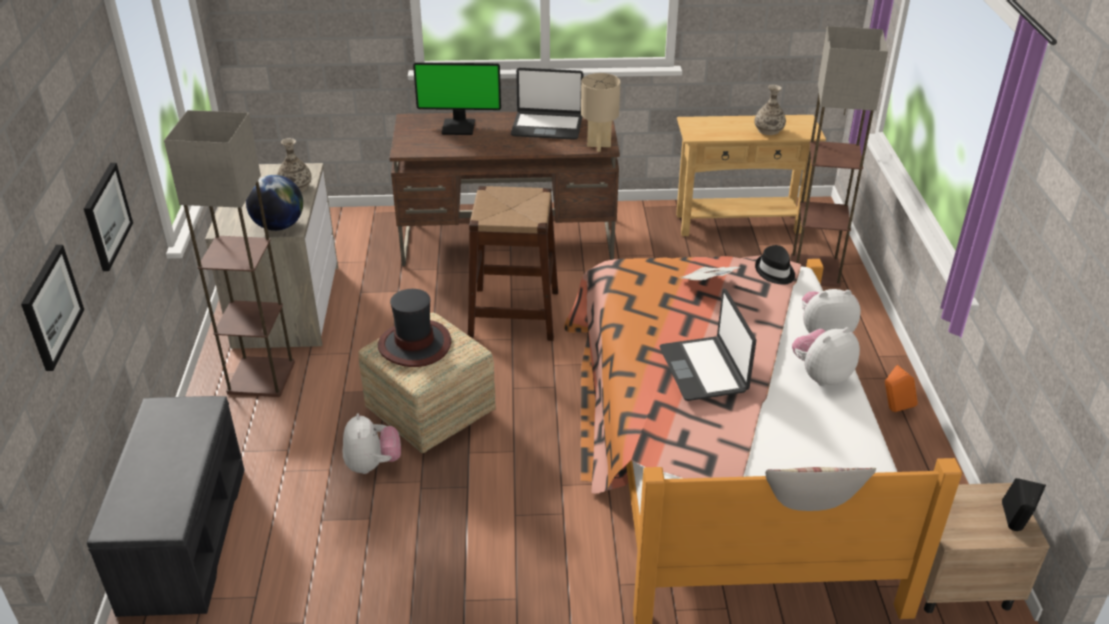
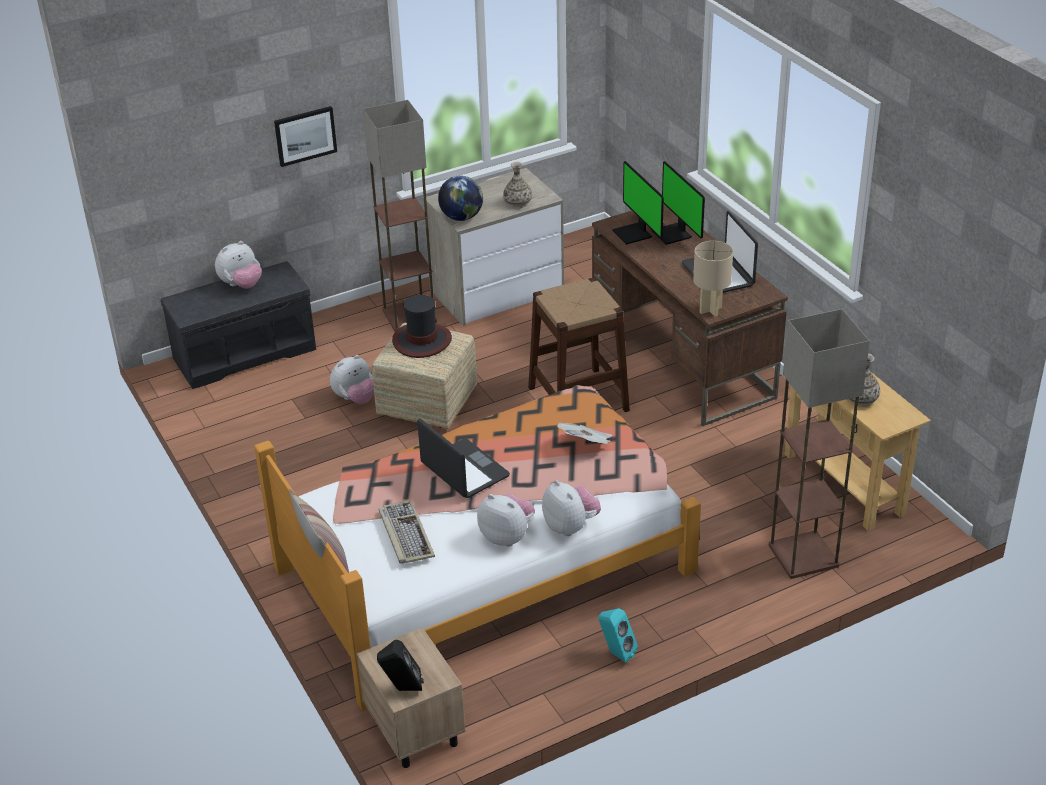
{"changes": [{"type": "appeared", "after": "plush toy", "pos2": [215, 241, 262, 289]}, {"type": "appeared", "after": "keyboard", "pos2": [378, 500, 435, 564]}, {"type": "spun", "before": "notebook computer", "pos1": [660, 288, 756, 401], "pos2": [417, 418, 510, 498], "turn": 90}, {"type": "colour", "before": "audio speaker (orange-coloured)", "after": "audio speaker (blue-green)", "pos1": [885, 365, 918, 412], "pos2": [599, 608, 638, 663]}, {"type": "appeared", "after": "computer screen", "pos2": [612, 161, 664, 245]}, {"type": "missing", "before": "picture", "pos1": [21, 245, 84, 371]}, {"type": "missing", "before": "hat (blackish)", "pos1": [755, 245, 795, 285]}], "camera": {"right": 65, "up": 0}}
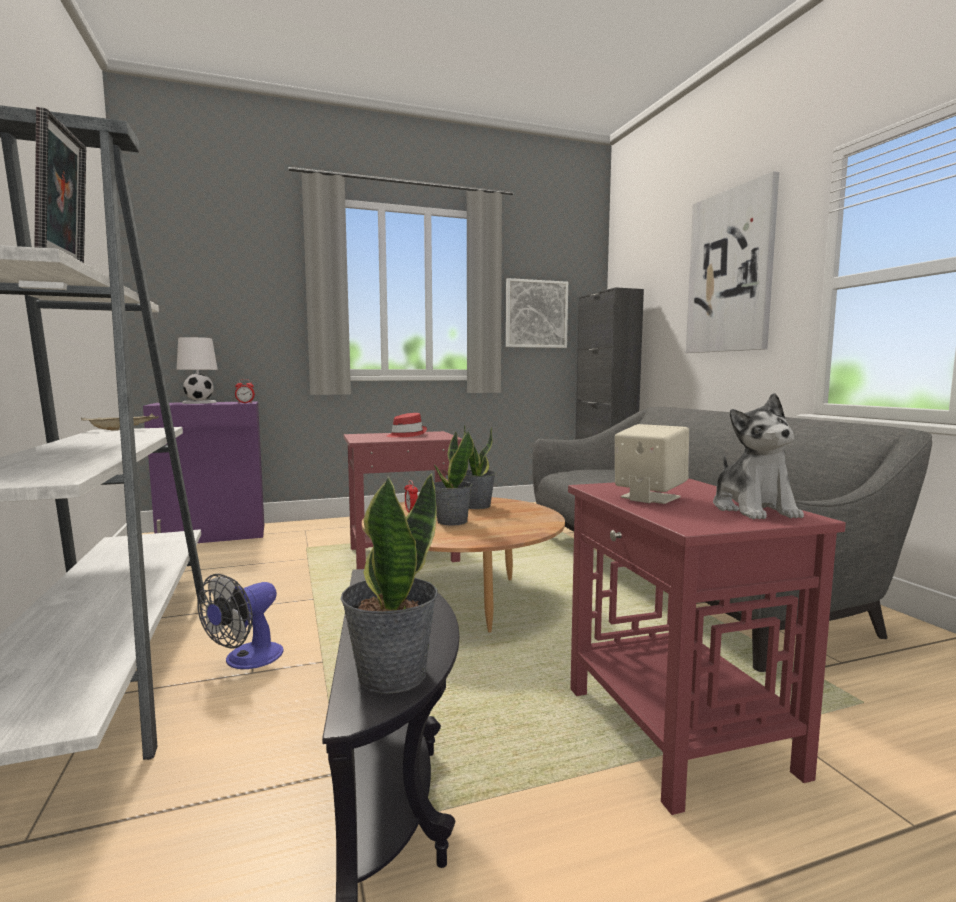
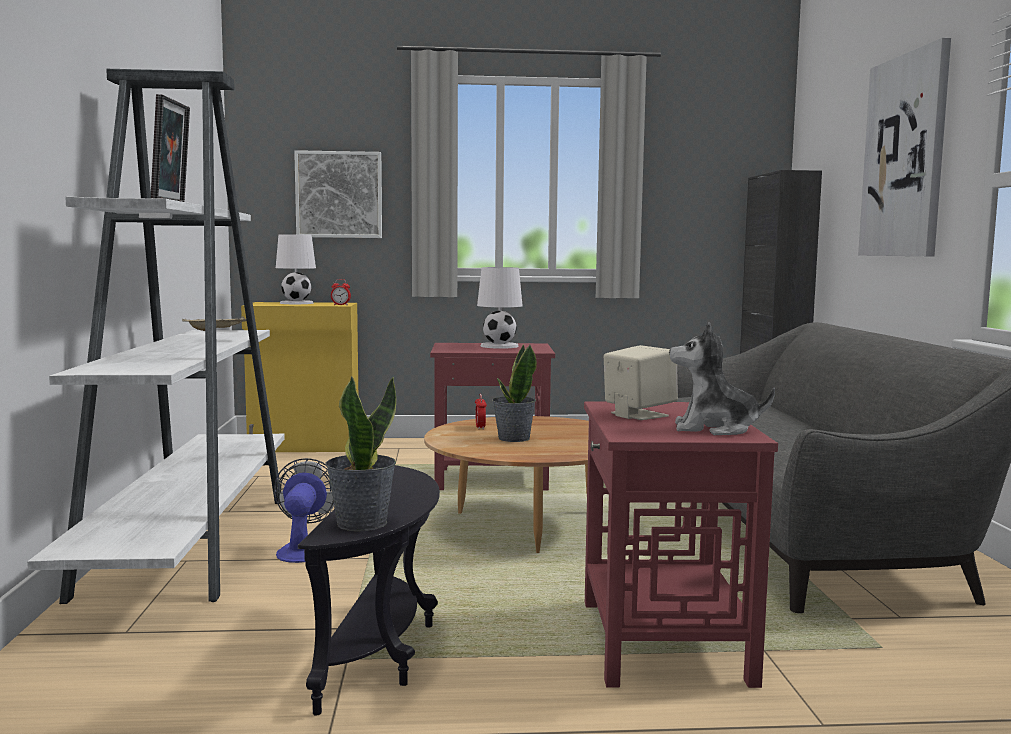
{"changes": [{"type": "colour", "before": "cupboard (purple-coloured)", "after": "cupboard (yellowish)", "pos1": [143, 401, 264, 543], "pos2": [241, 302, 358, 452]}, {"type": "spun", "before": "fan", "pos1": [197, 574, 284, 669], "pos2": [274, 458, 334, 563], "turn": 135}, {"type": "relocated", "before": "picture", "pos1": [506, 278, 568, 348], "pos2": [294, 150, 382, 238]}, {"type": "exchanged", "before": "hat (red)", "after": "tabletop lamp (white)", "pos1": [387, 413, 427, 437], "pos2": [477, 267, 523, 349]}, {"type": "spun", "before": "plush toy", "pos1": [713, 393, 804, 520], "pos2": [669, 322, 775, 435], "turn": 90}, {"type": "missing", "before": "potted plant", "pos1": [462, 424, 496, 509]}], "camera": {"right": 15, "up": 0}}
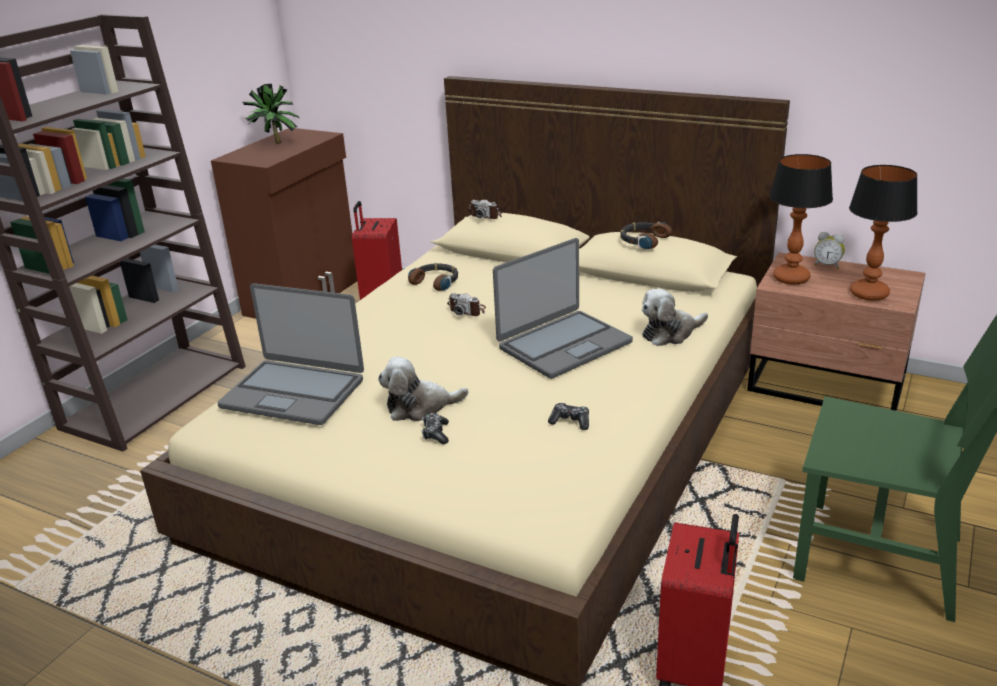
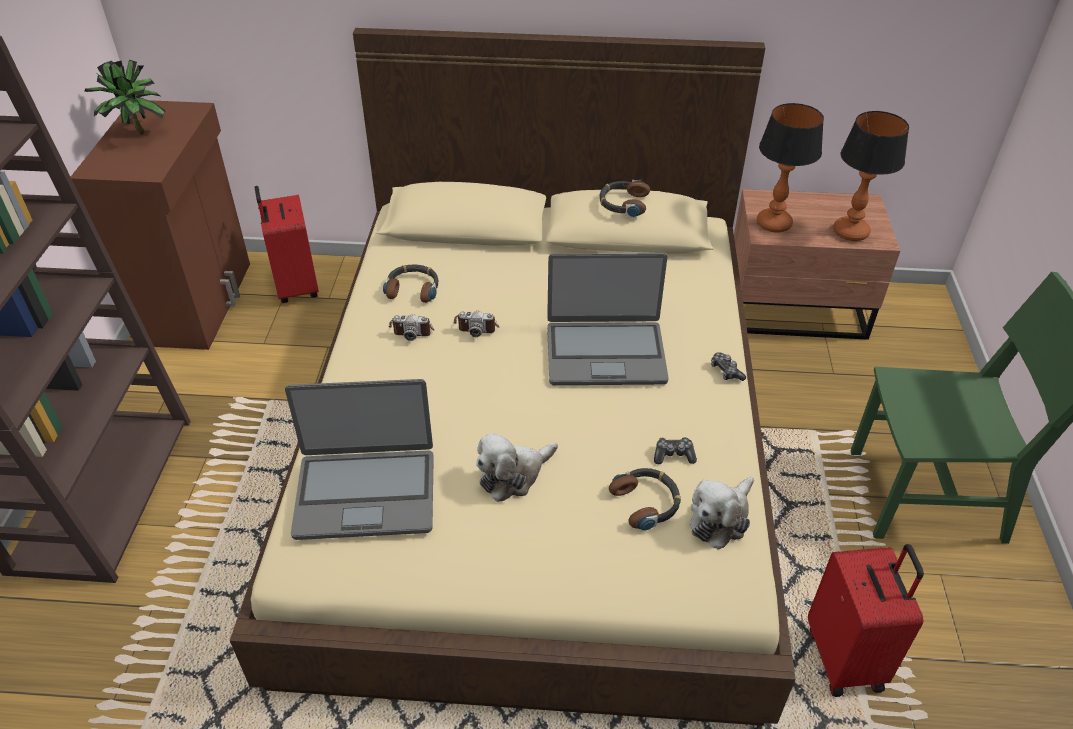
{"changes": [{"type": "relocated", "before": "still camera", "pos1": [468, 200, 502, 219], "pos2": [389, 314, 435, 341]}, {"type": "spun", "before": "notebook computer", "pos1": [493, 238, 633, 379], "pos2": [547, 253, 669, 385], "turn": 60}, {"type": "appeared", "after": "pair of headphones", "pos2": [609, 468, 681, 531]}, {"type": "relocated", "before": "plush toy", "pos1": [642, 289, 708, 346], "pos2": [690, 477, 754, 550]}, {"type": "relocated", "before": "game controller", "pos1": [422, 412, 449, 444], "pos2": [711, 352, 746, 381]}, {"type": "missing", "before": "bedside clock", "pos1": [814, 232, 845, 269]}], "camera": {"right": -25, "up": 15}}
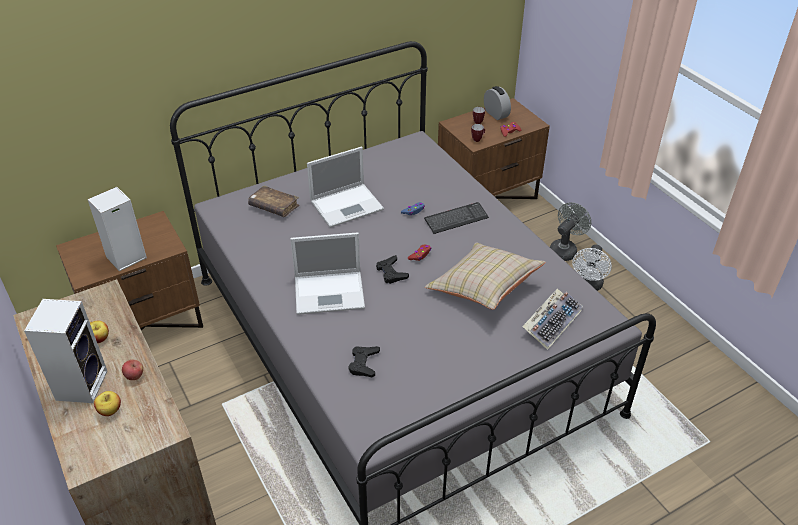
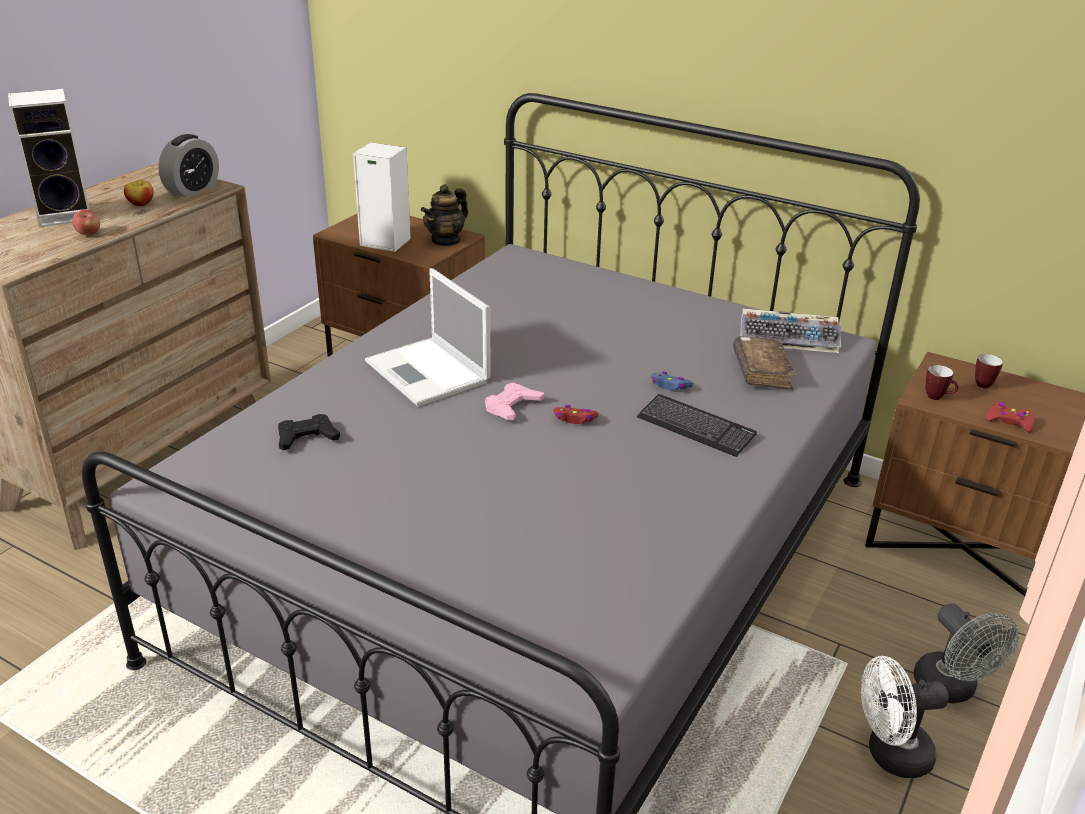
{"changes": [{"type": "relocated", "before": "bedside clock", "pos1": [484, 86, 511, 120], "pos2": [158, 134, 219, 197]}, {"type": "appeared", "after": "tea pot", "pos2": [421, 184, 468, 247]}, {"type": "colour", "before": "game controller (blackish)", "after": "game controller (pinkish)", "pos1": [376, 255, 409, 284], "pos2": [485, 383, 544, 420]}, {"type": "relocated", "before": "volume (brown)", "pos1": [248, 185, 299, 217], "pos2": [733, 336, 797, 390]}, {"type": "relocated", "before": "keyboard", "pos1": [522, 288, 583, 350], "pos2": [740, 309, 841, 353]}, {"type": "spun", "before": "fan (greyish)", "pos1": [550, 202, 591, 261], "pos2": [914, 603, 1019, 703], "turn": 60}, {"type": "missing", "before": "whole apple", "pos1": [94, 391, 121, 416]}, {"type": "missing", "before": "notebook computer", "pos1": [307, 147, 384, 228]}, {"type": "missing", "before": "cushion (sand-coloured)", "pos1": [425, 242, 545, 310]}], "camera": {"right": 60, "up": -10}}
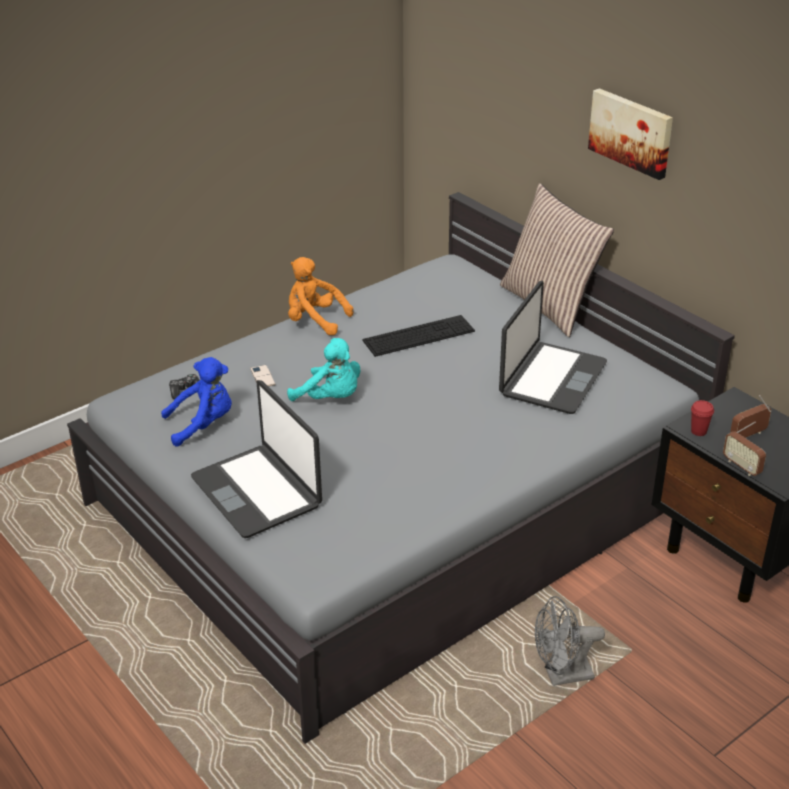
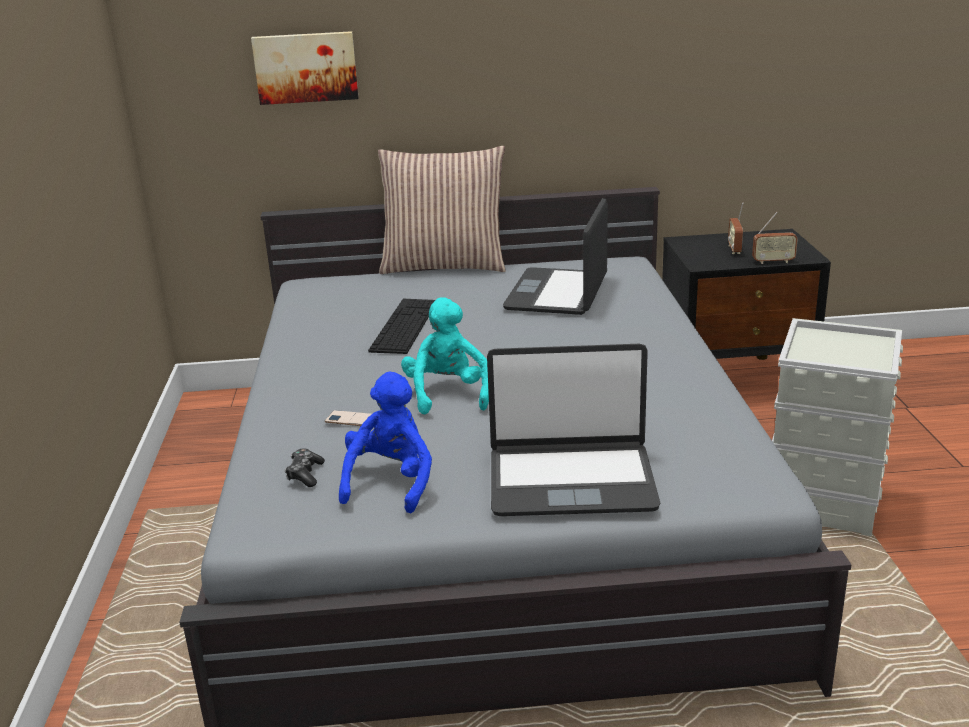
{"changes": [{"type": "relocated", "before": "picture", "pos1": [588, 88, 673, 180], "pos2": [251, 31, 359, 105]}, {"type": "spun", "before": "plush toy (blue-green)", "pos1": [287, 338, 360, 401], "pos2": [401, 297, 489, 415], "turn": -75}, {"type": "spun", "before": "notebook computer", "pos1": [499, 281, 607, 414], "pos2": [503, 198, 608, 315], "turn": -135}, {"type": "exchanged", "before": "fan (greyish)", "after": "storage box (greyish)", "pos1": [535, 596, 605, 686], "pos2": [772, 318, 903, 537]}, {"type": "missing", "before": "plush toy (orange-coloured)", "pos1": [288, 257, 353, 335]}, {"type": "missing", "before": "cup (red)", "pos1": [691, 400, 714, 436]}], "camera": {"right": -55, "up": -10}}
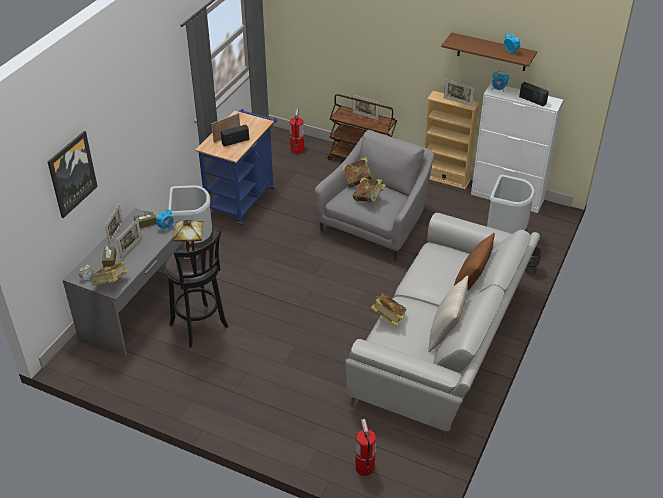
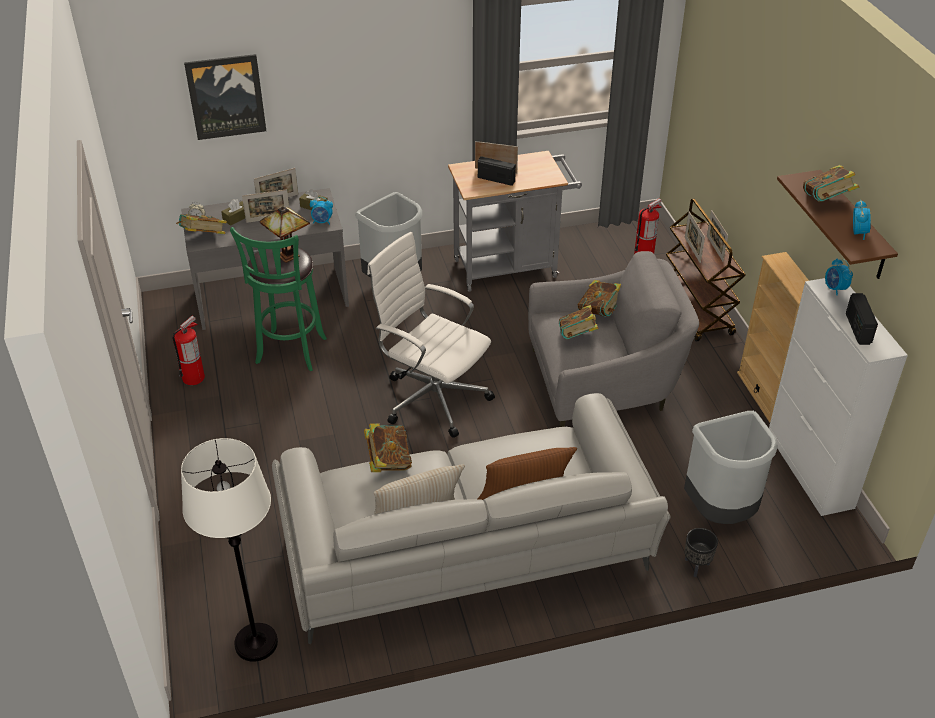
{"changes": [{"type": "relocated", "before": "fire-fighting cylinder", "pos1": [355, 419, 376, 476], "pos2": [172, 316, 205, 385]}, {"type": "appeared", "after": "floor lamp (white)", "pos2": [181, 438, 278, 662]}, {"type": "colour", "before": "sitting stool (blackish)", "after": "sitting stool (green)", "pos1": [165, 230, 229, 348], "pos2": [230, 227, 327, 372]}, {"type": "appeared", "after": "desk chair (white)", "pos2": [367, 232, 495, 438]}, {"type": "colour", "before": "wheeled cart (blue-coloured)", "after": "wheeled cart (greyish)", "pos1": [195, 109, 277, 227], "pos2": [448, 151, 582, 292]}, {"type": "relocated", "before": "standing frame", "pos1": [444, 79, 475, 106], "pos2": [685, 212, 705, 263]}, {"type": "appeared", "after": "volume", "pos2": [803, 165, 859, 202]}], "camera": {"right": 50, "up": 0}}
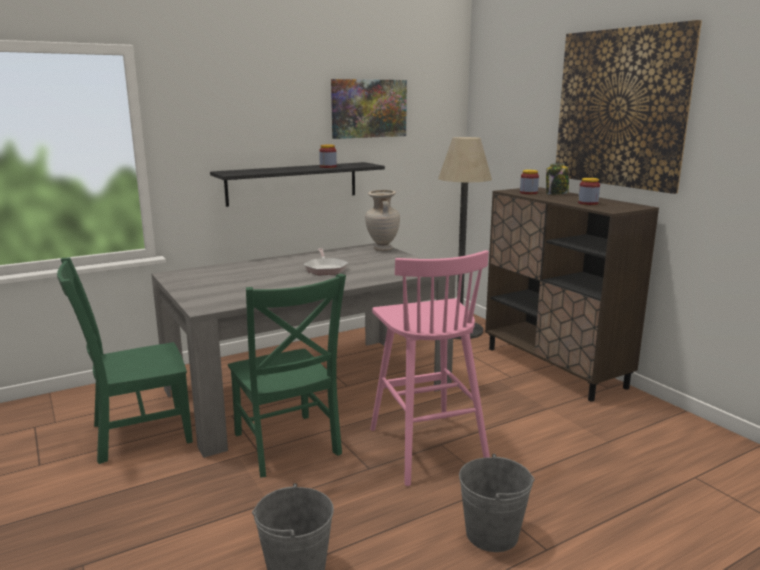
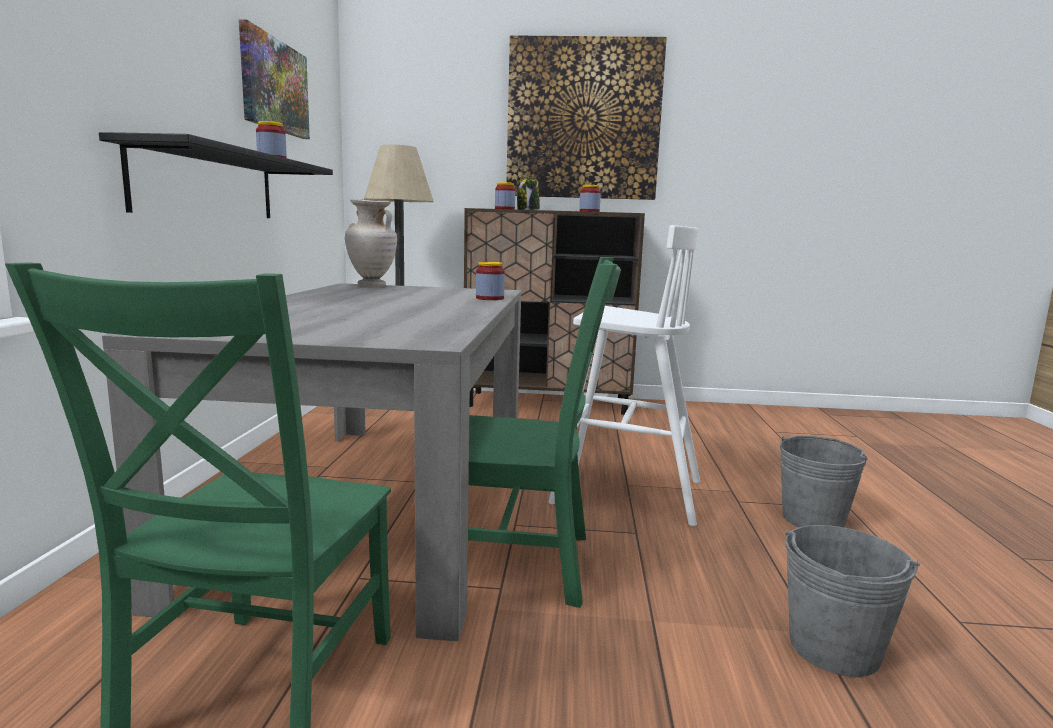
{"changes": [{"type": "appeared", "after": "storage jar", "pos2": [476, 262, 505, 300]}, {"type": "colour", "before": "sitting stool (pinkish)", "after": "sitting stool (white)", "pos1": [370, 250, 490, 486], "pos2": [549, 225, 700, 526]}, {"type": "missing", "before": "frying pan", "pos1": [304, 248, 348, 275]}], "camera": {"right": -55, "up": -5}}
